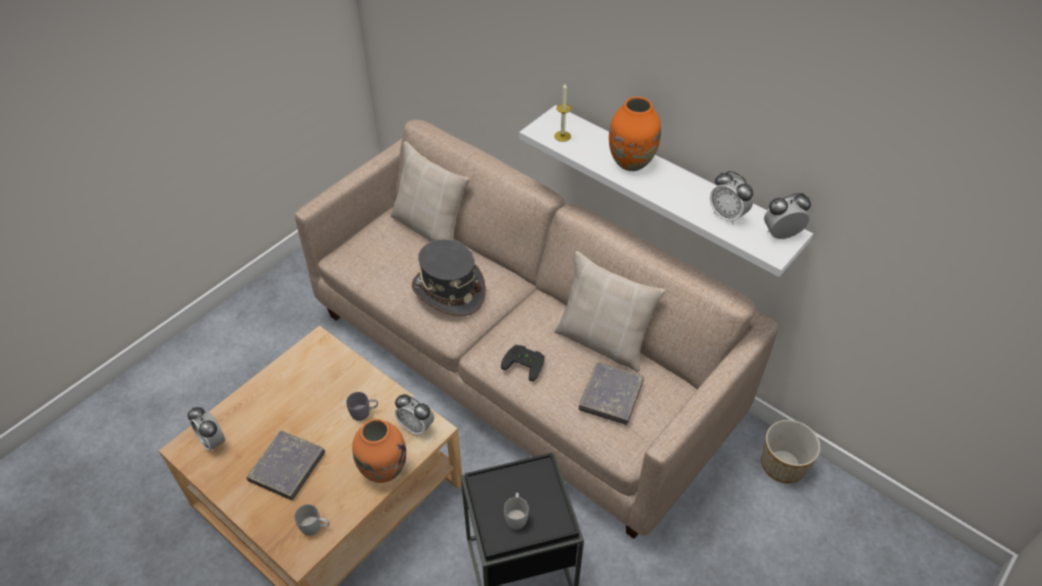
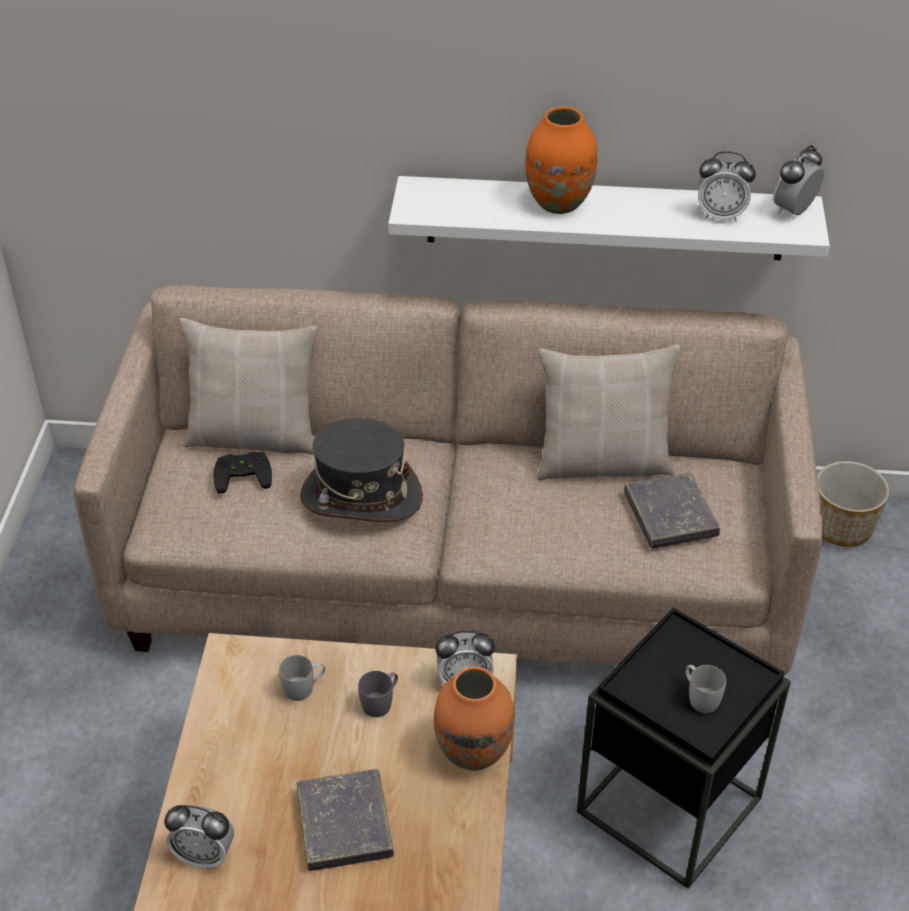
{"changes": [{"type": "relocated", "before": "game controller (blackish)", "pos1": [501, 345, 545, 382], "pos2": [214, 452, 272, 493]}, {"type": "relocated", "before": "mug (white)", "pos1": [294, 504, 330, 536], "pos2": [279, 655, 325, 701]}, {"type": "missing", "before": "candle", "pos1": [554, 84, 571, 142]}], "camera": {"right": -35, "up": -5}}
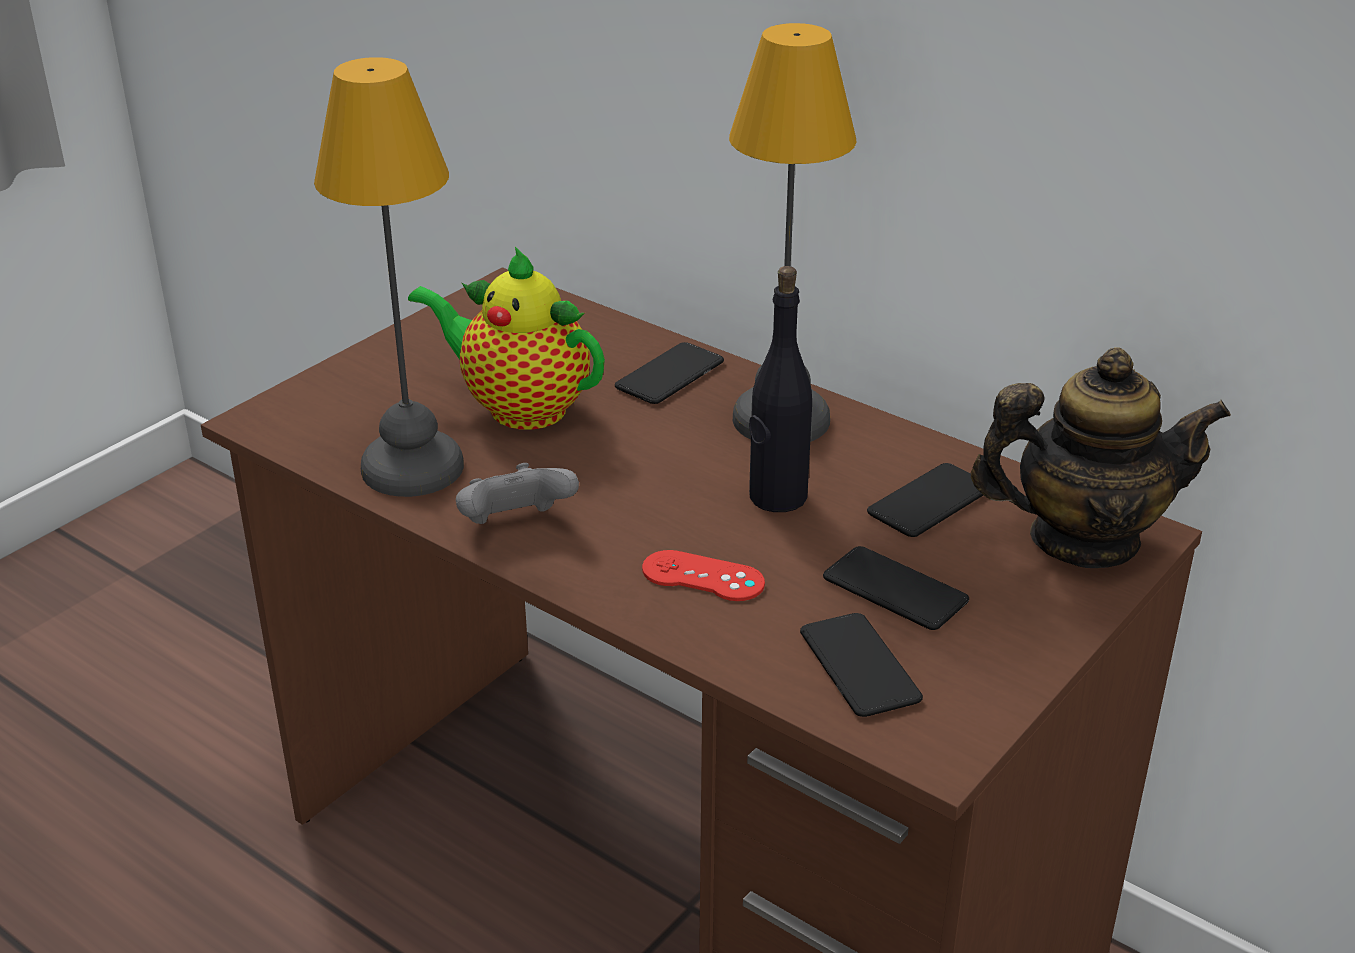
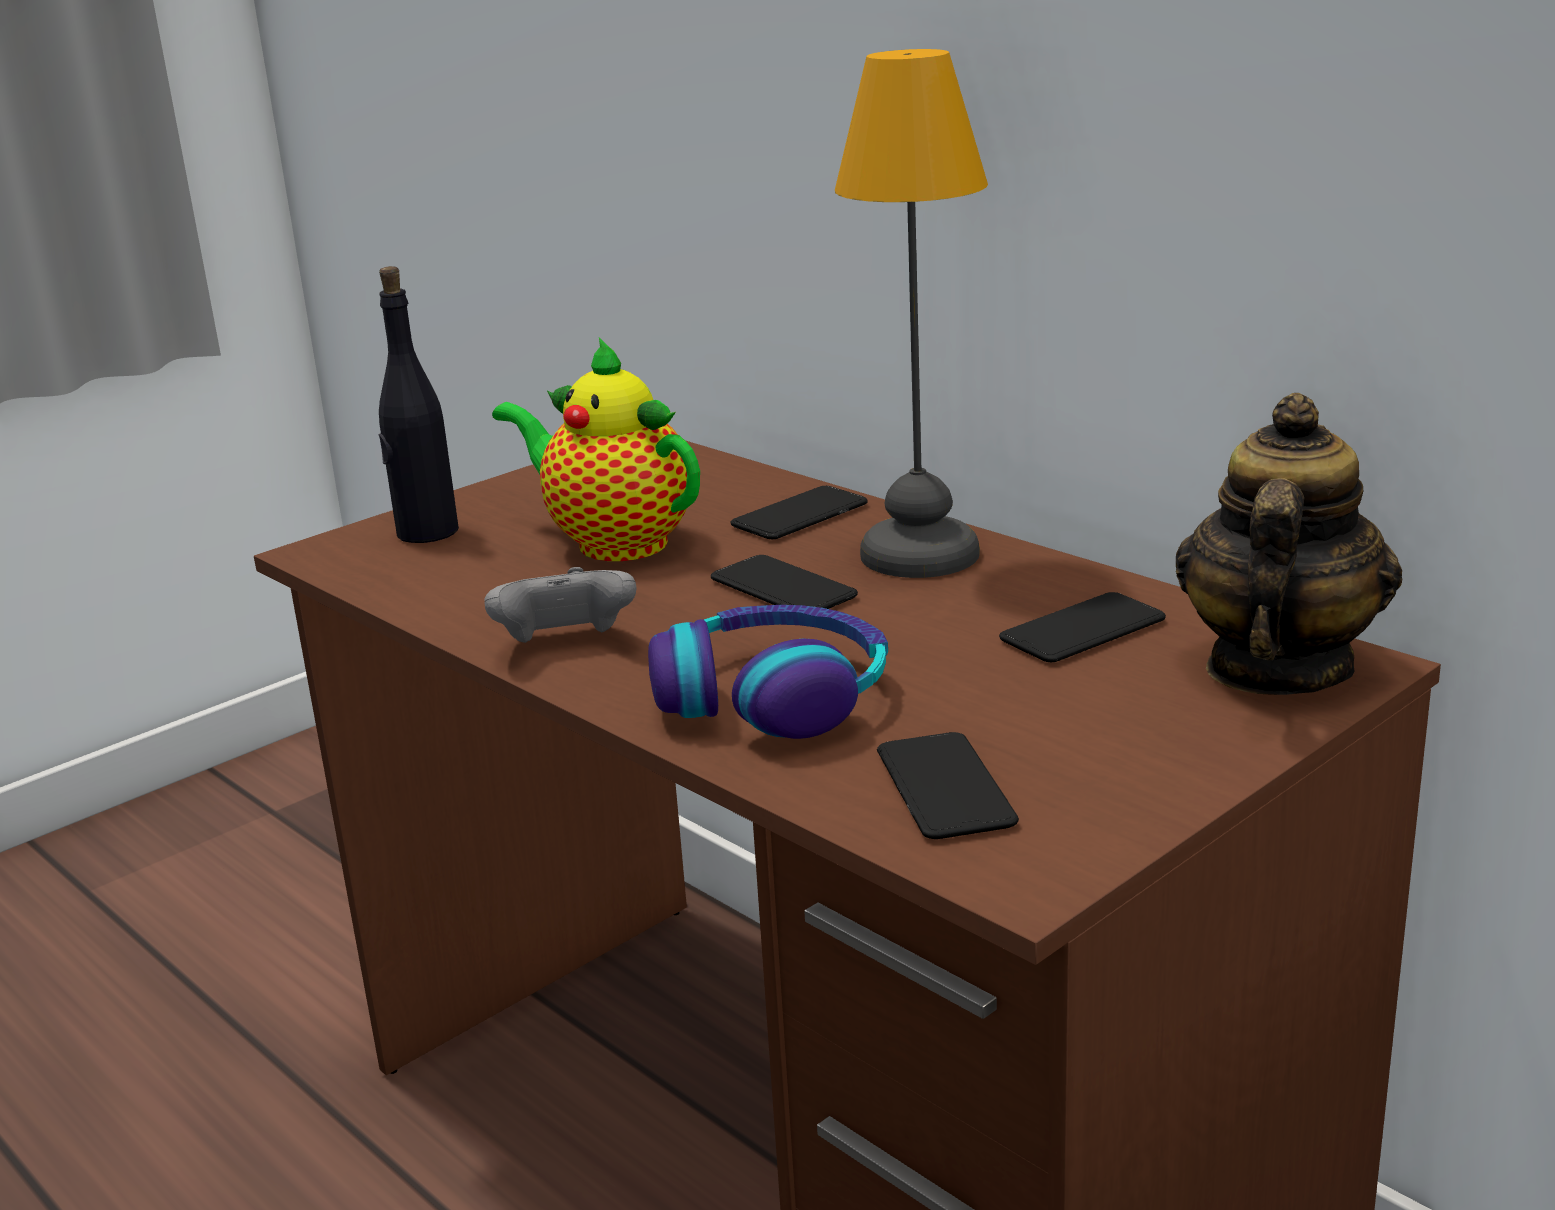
{"changes": [{"type": "relocated", "before": "bottle (blackish)", "pos1": [749, 266, 812, 512], "pos2": [378, 266, 459, 543]}, {"type": "exchanged", "before": "game controller (red)", "after": "pair of headphones", "pos1": [642, 550, 765, 601], "pos2": [648, 605, 888, 739]}, {"type": "relocated", "before": "handset", "pos1": [823, 546, 969, 630], "pos2": [711, 555, 858, 609]}, {"type": "spun", "before": "tea pot", "pos1": [971, 347, 1231, 568], "pos2": [1176, 393, 1402, 695], "turn": -75}, {"type": "missing", "before": "tabletop lamp", "pos1": [314, 57, 464, 497]}], "camera": {"right": 10, "up": -10}}
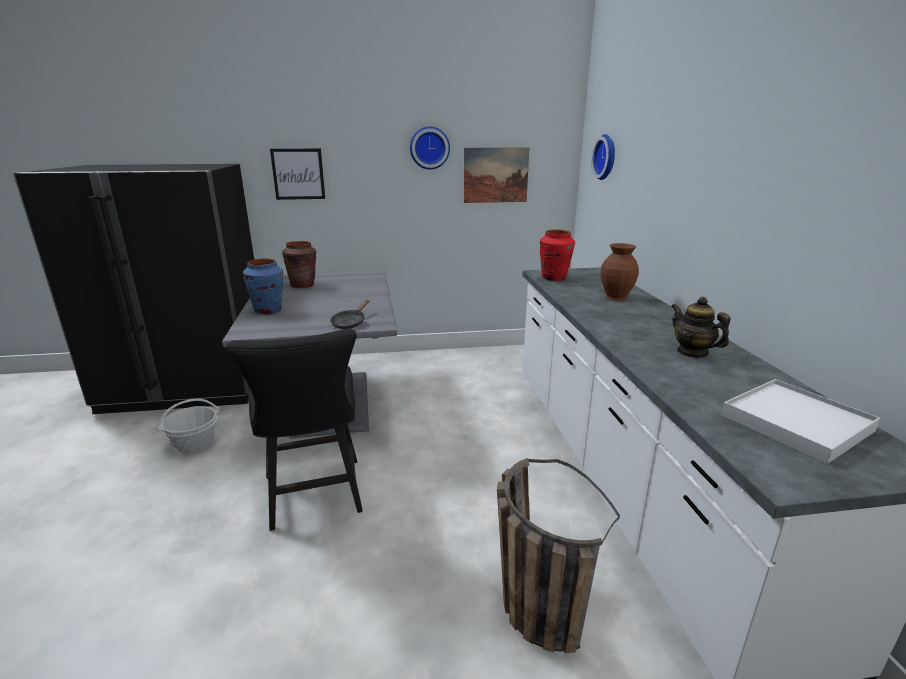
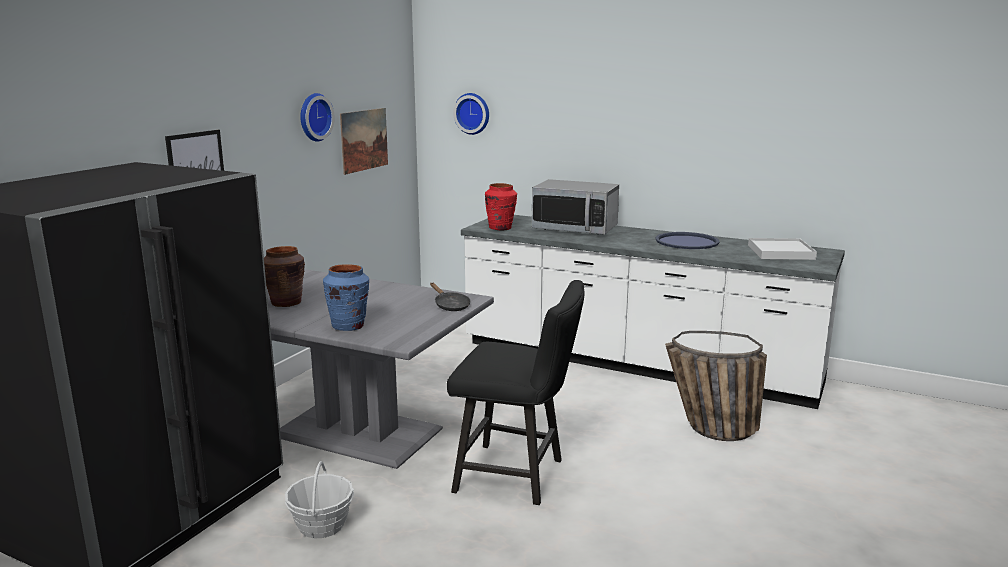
{"changes": [{"type": "exchanged", "before": "decorative vase (brown)", "after": "kitchen microwave", "pos1": [600, 243, 639, 301], "pos2": [532, 179, 619, 235]}, {"type": "exchanged", "before": "tea pot", "after": "carrying tray (blue-coloured)", "pos1": [671, 297, 730, 358], "pos2": [655, 232, 720, 249]}], "camera": {"right": -55, "up": -5}}
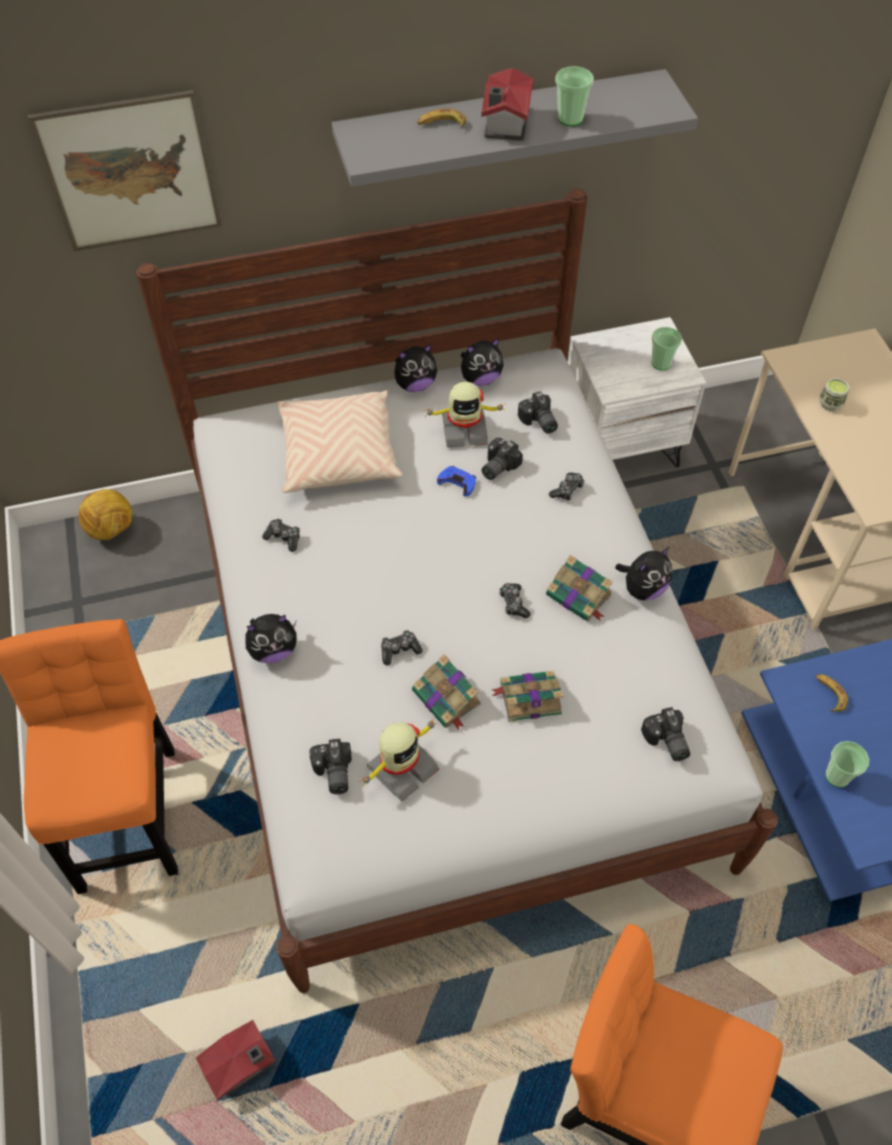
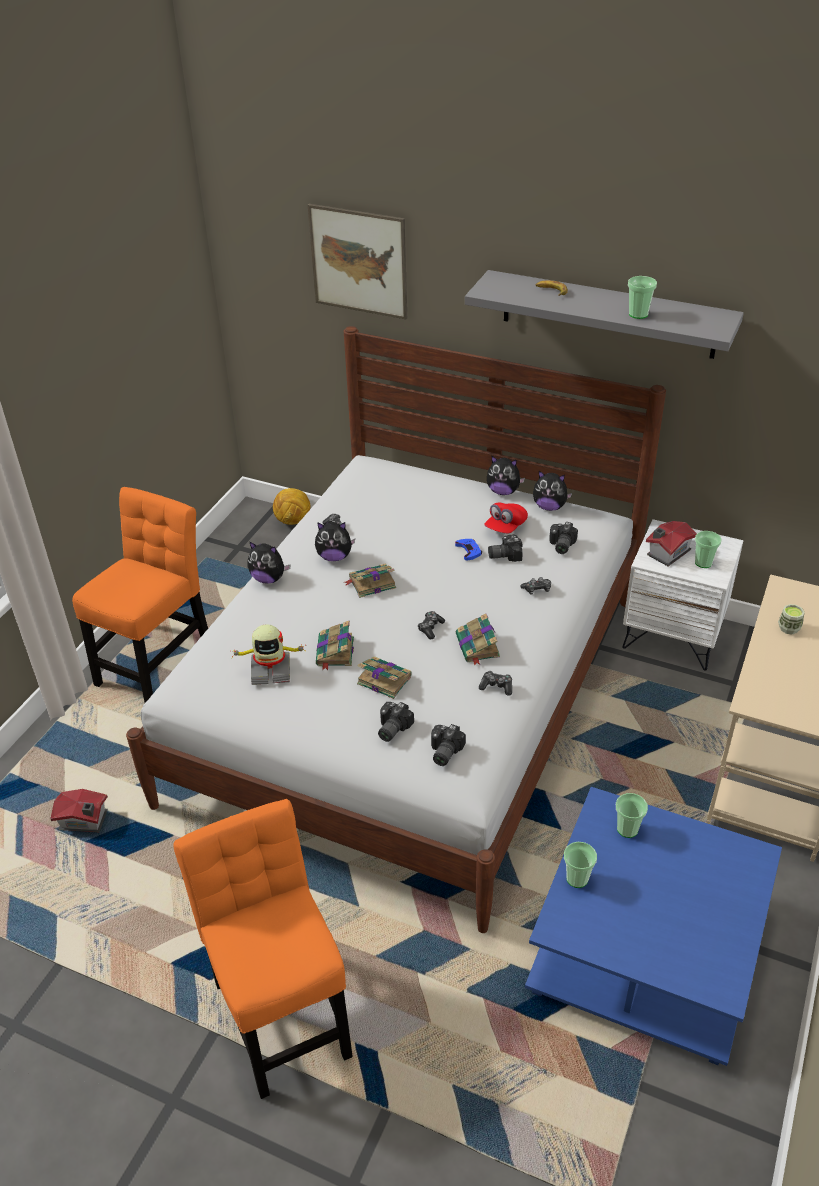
{"changes": [{"type": "relocated", "before": "plush toy", "pos1": [615, 547, 672, 601], "pos2": [315, 522, 355, 561]}, {"type": "appeared", "after": "volume", "pos2": [344, 564, 396, 598]}, {"type": "relocated", "before": "still camera", "pos1": [309, 739, 352, 794], "pos2": [378, 702, 414, 742]}, {"type": "relocated", "before": "game controller", "pos1": [381, 630, 422, 665], "pos2": [479, 671, 512, 696]}, {"type": "exchanged", "before": "robot figure", "after": "peaked cap (red)", "pos1": [424, 382, 506, 447], "pos2": [484, 503, 528, 533]}, {"type": "exchanged", "before": "banana", "after": "cup", "pos1": [815, 674, 848, 712], "pos2": [616, 793, 648, 838]}, {"type": "relocated", "before": "toy house", "pos1": [482, 68, 534, 141], "pos2": [646, 521, 697, 566]}, {"type": "missing", "before": "cushion (sand-coloured)", "pos1": [277, 390, 403, 493]}], "camera": {"right": 40, "up": -15}}
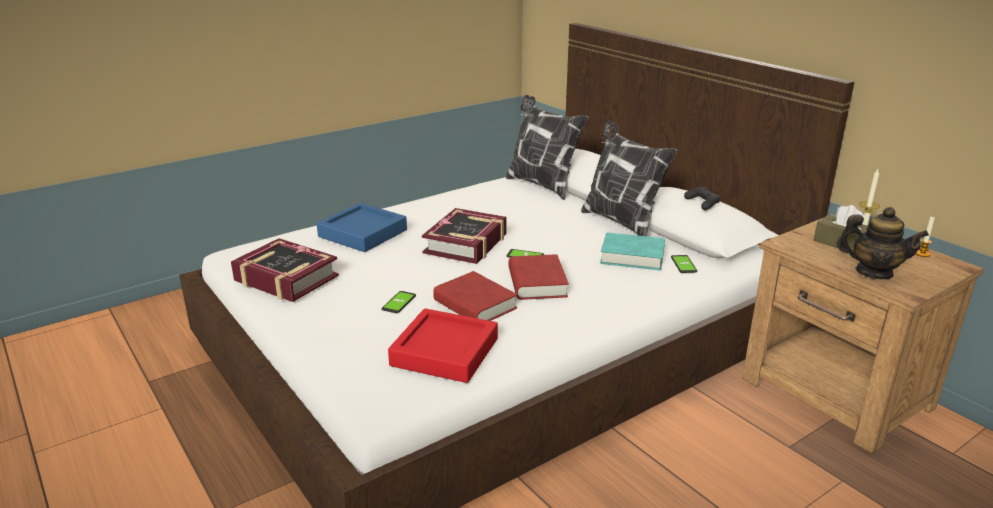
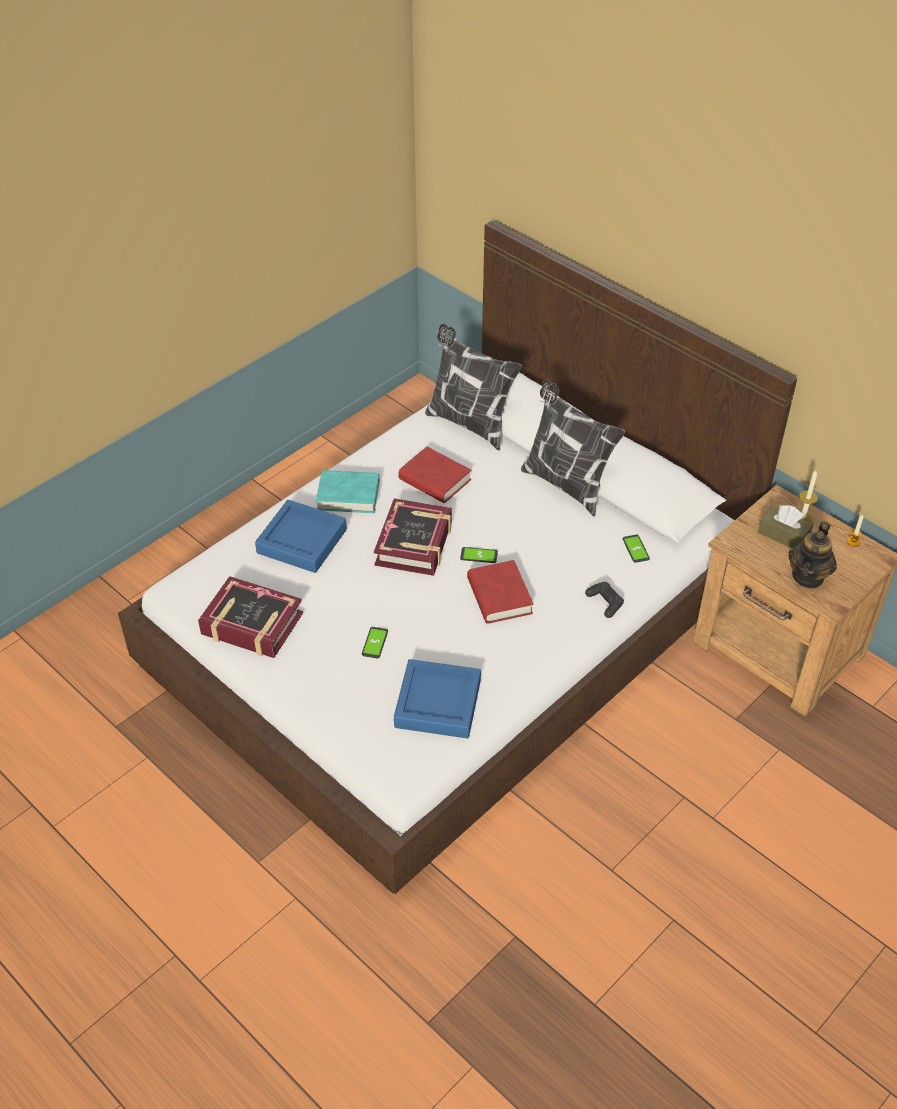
{"changes": [{"type": "relocated", "before": "volume (blue-green)", "pos1": [600, 232, 665, 270], "pos2": [316, 470, 380, 513]}, {"type": "colour", "before": "carrying tray (red)", "after": "carrying tray (blue-coloured)", "pos1": [388, 308, 498, 383], "pos2": [394, 659, 481, 738]}, {"type": "relocated", "before": "volume (red)", "pos1": [433, 271, 517, 321], "pos2": [398, 447, 471, 503]}, {"type": "relocated", "before": "game controller (blackish)", "pos1": [684, 187, 720, 210], "pos2": [585, 582, 624, 618]}, {"type": "spun", "before": "tea pot", "pos1": [836, 207, 929, 279], "pos2": [788, 522, 837, 588], "turn": 105}], "camera": {"right": -10, "up": 20}}
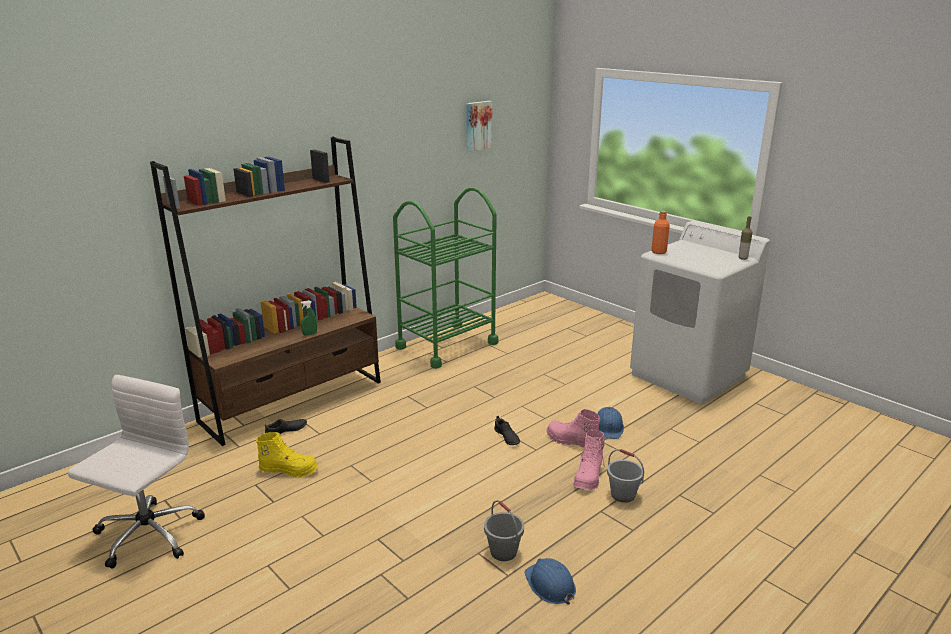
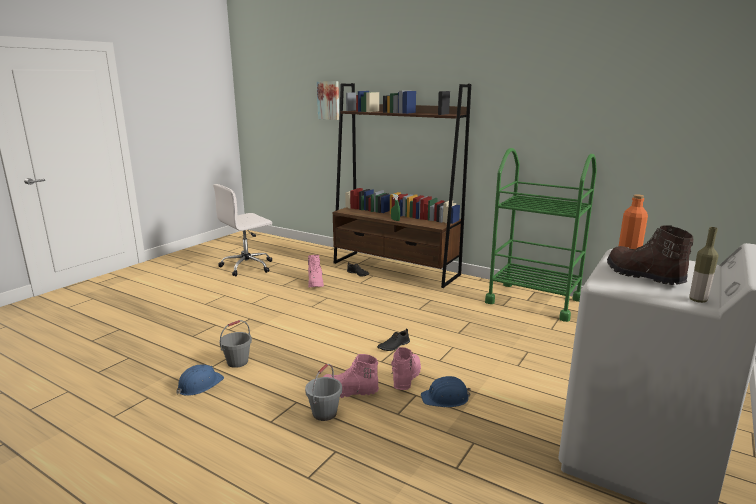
{"changes": [{"type": "spun", "before": "desk chair (white)", "pos1": [68, 375, 205, 569], "pos2": [213, 184, 272, 276], "turn": 135}, {"type": "colour", "before": "boot (yellowish)", "after": "boot (pinkish)", "pos1": [256, 432, 318, 478], "pos2": [308, 255, 324, 287]}, {"type": "relocated", "before": "picture", "pos1": [466, 101, 492, 152], "pos2": [317, 81, 339, 120]}, {"type": "appeared", "after": "boot (brown)", "pos2": [607, 225, 694, 285]}], "camera": {"right": 75, "up": -5}}
